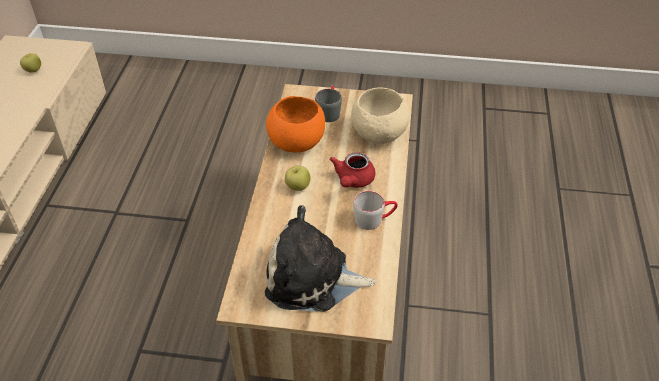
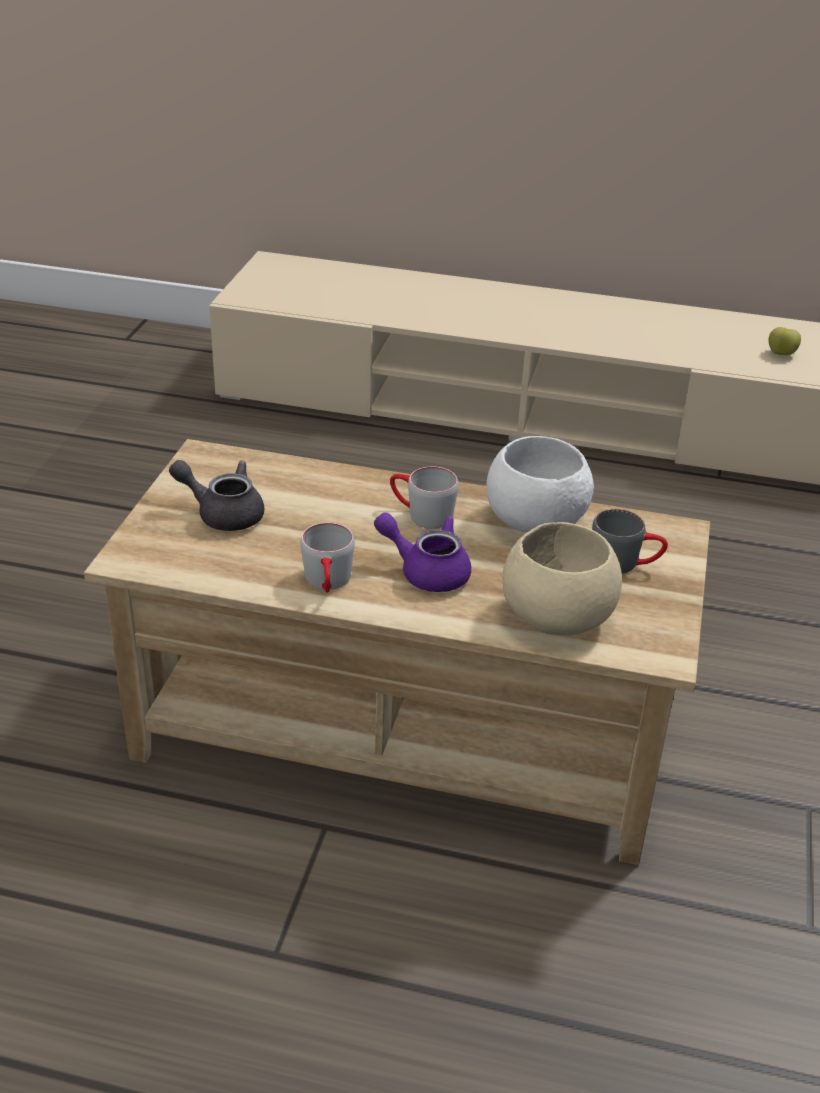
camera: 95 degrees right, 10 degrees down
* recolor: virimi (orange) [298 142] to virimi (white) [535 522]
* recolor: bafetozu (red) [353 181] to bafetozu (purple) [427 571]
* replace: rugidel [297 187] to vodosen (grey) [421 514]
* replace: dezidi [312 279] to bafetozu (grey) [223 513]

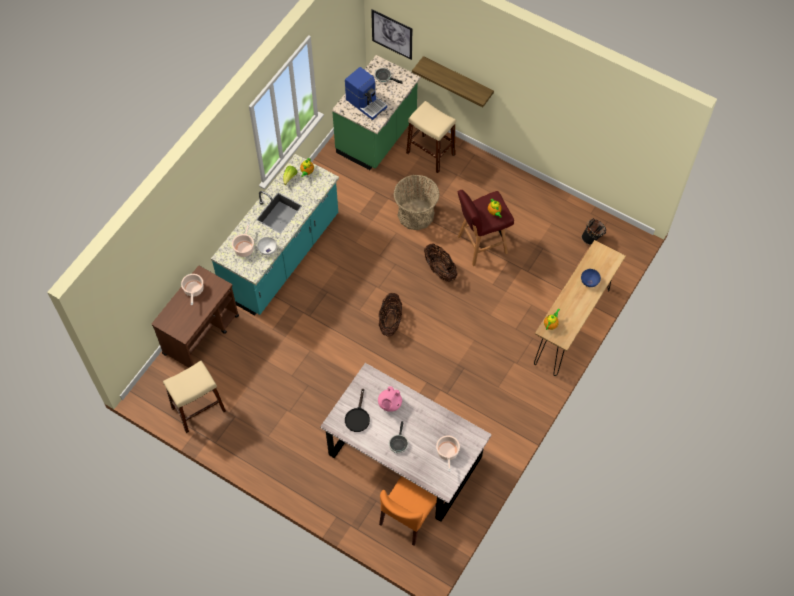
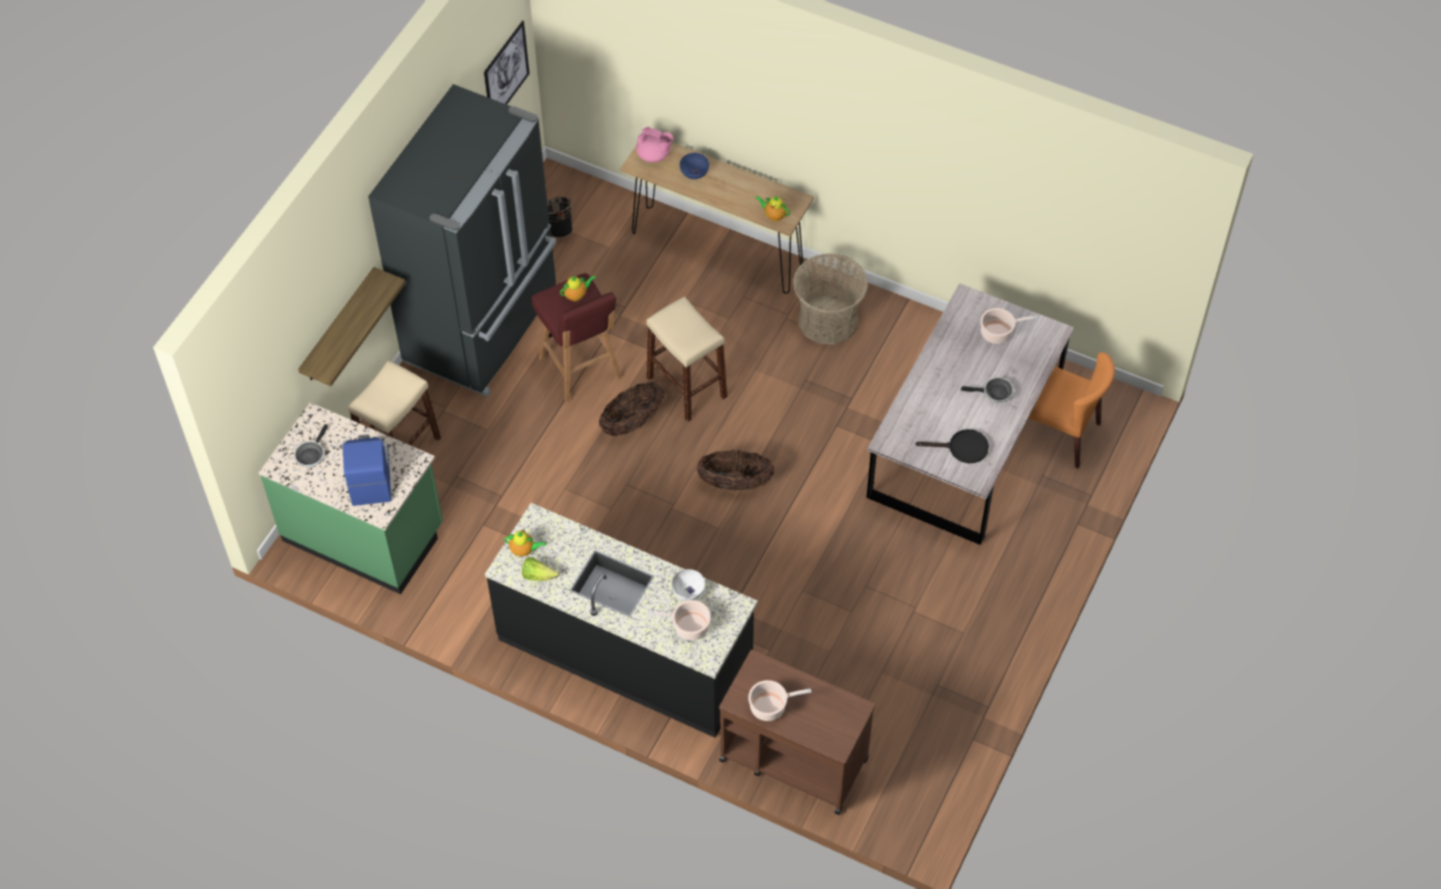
camera: 95 degrees left, 5 degrees down
* move: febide [392 34] to [506 72]
* rotate: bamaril [366 103] = [369 477] 45 degrees counterclockwise
* recolor: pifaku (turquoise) [282 257] to pifaku (black) [626 653]
* move: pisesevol [416 214] to [828 320]
* move: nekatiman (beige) [198 409] to [686 387]
* move: bafetozu (pink) [389 404] to [654 155]
* insert: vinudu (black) [484 327]

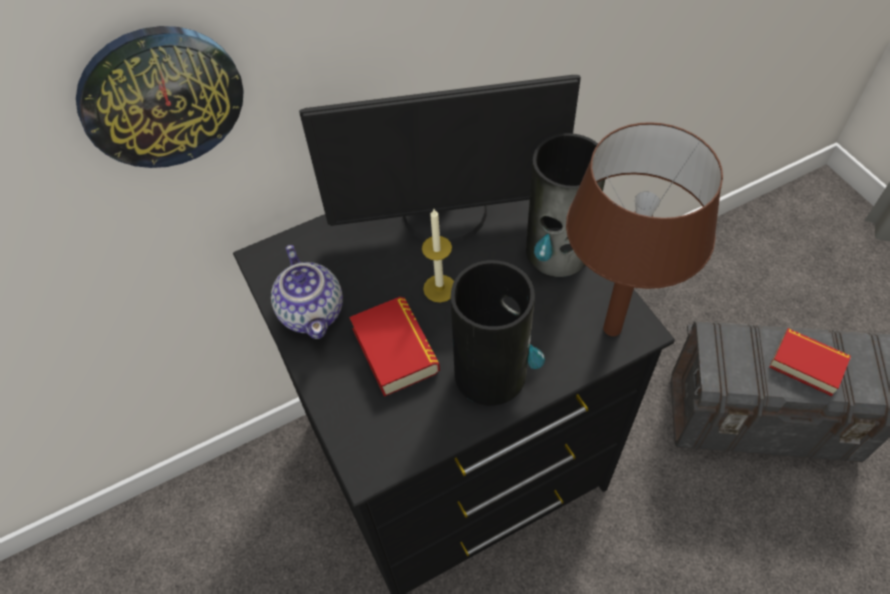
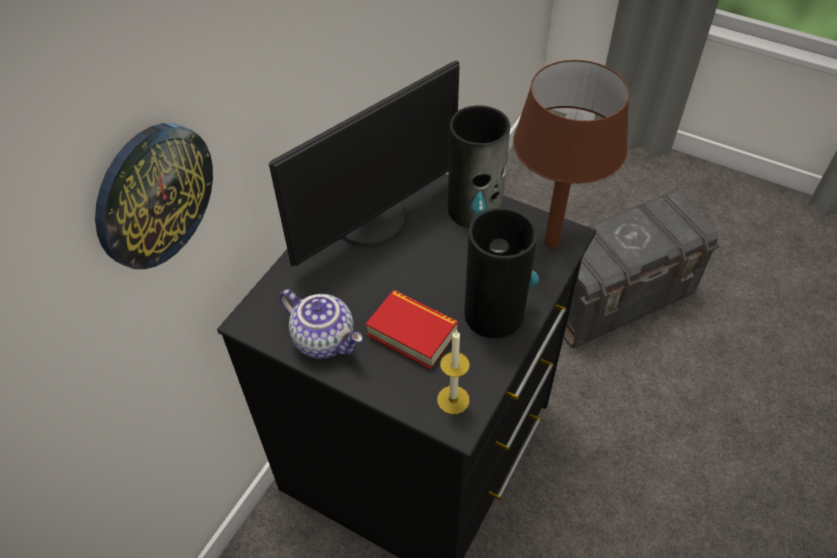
camera: 35 degrees left, 5 degrees down
* move: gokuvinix [439 288] to [453 400]
* delete: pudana [807 365]

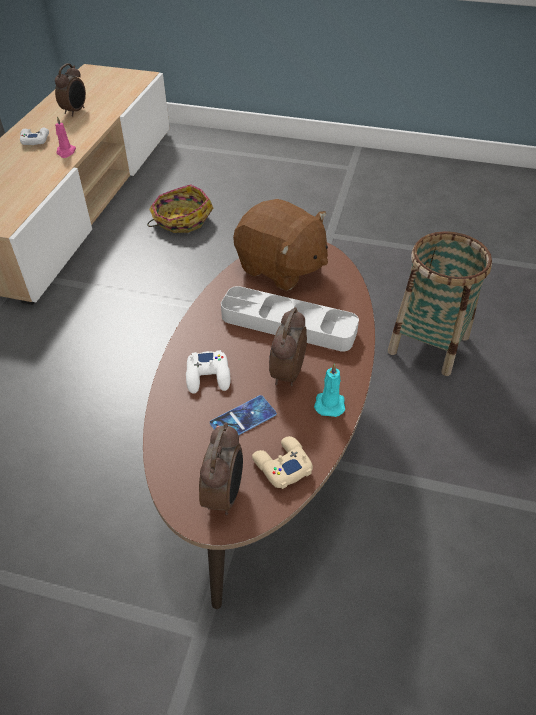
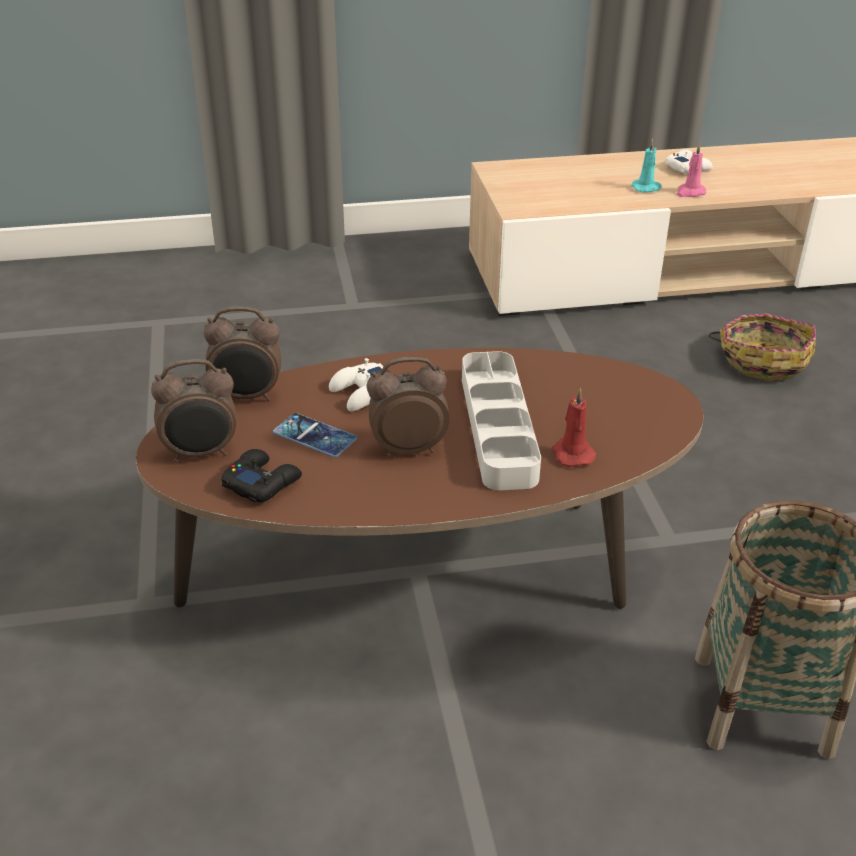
camera: 65 degrees right, 10 degrees down
* move: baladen [75 111] to [248 397]
* delete: dezidi (brown) [280 268]
* move: gokuvinix (turquoise) [329 403] to [647 188]
* recolor: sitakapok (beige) [281 465] to sitakapok (black) [262 482]
* insert: gokuvinix (red) [571 453]

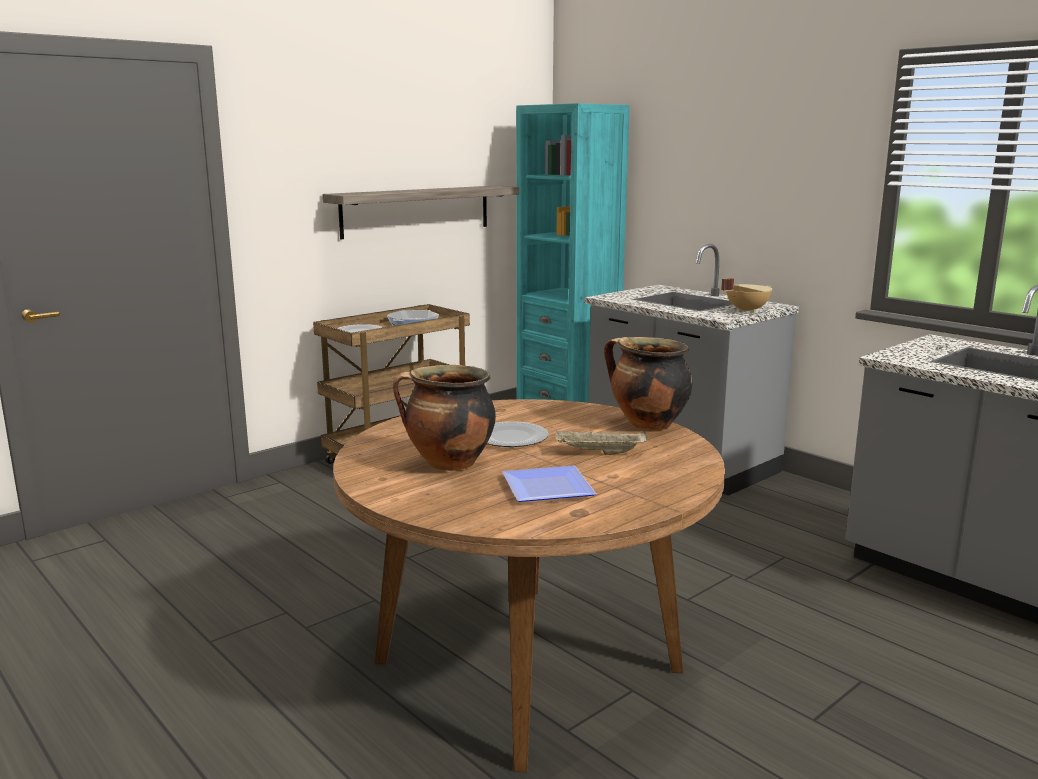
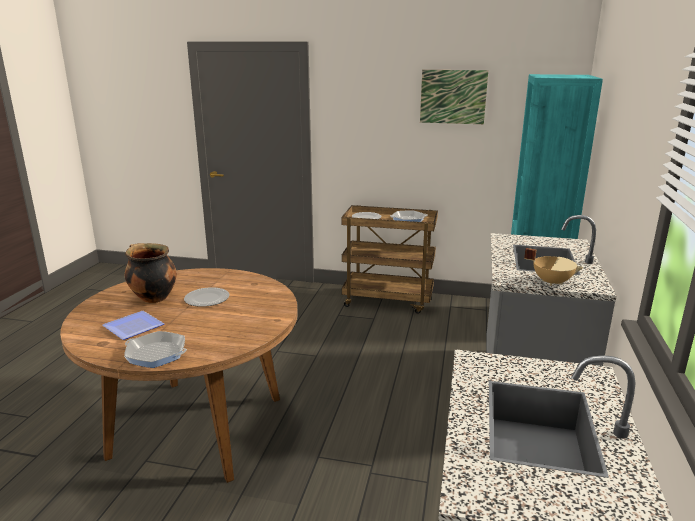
camera: 55 degrees right, 5 degrees up
* delete: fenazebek [417 211]
* delete: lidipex [647 424]
* delete: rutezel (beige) [599 453]
* insert: febide [453 97]
* insert: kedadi [156 354]

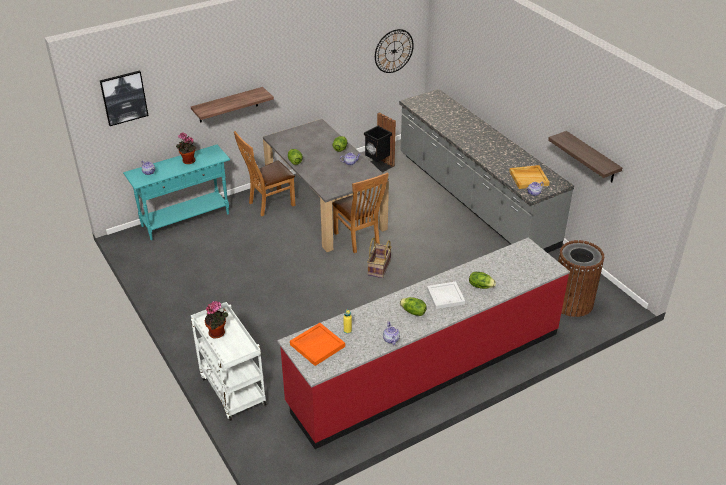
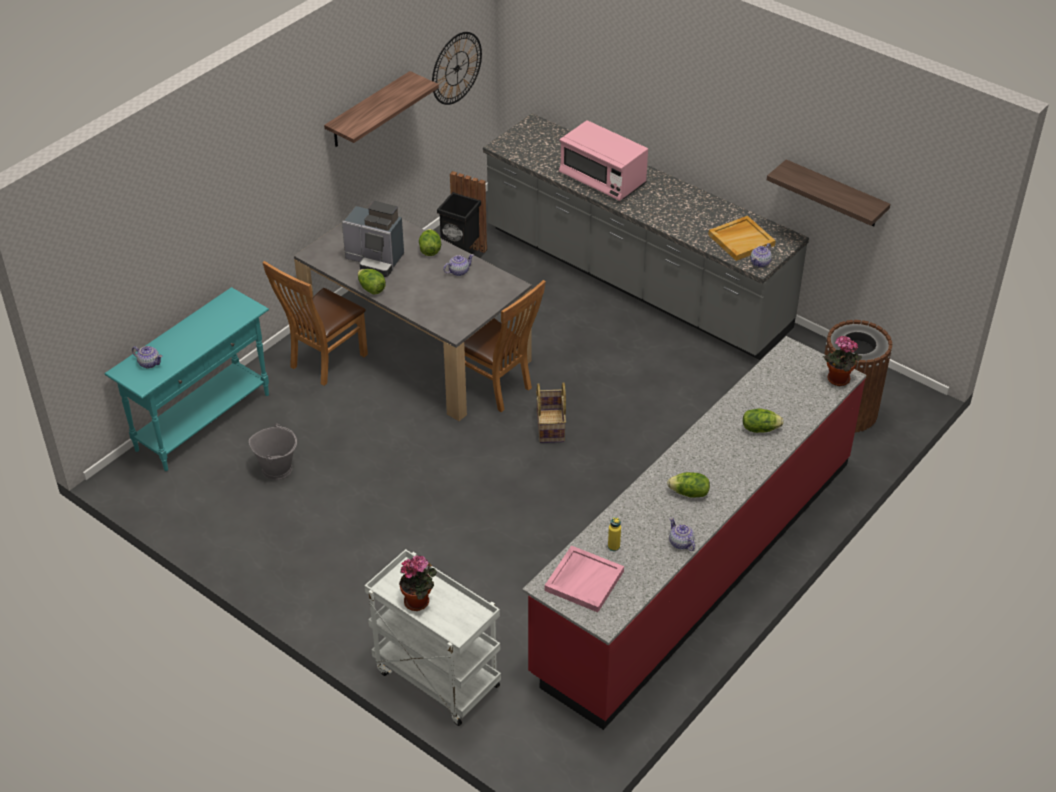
camera: 20 degrees left, 5 degrees up
* delete: febide [124 97]
* move: fenazebek [228 105] to [369 110]
* move: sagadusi [187 161] to [837 380]
* delete: rutezel (white) [446 297]
* recolor: rutezel (orange) [317 345] to rutezel (pink) [584 580]
* insert: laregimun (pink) [602 180]
* insert: bamaril [375 260]
* insert: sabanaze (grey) [277 468]

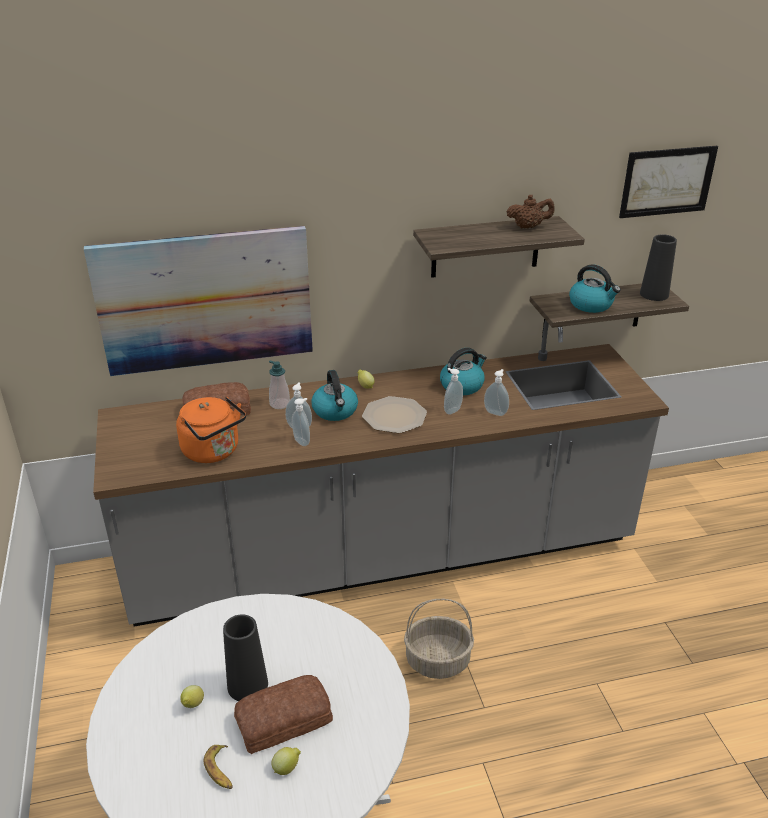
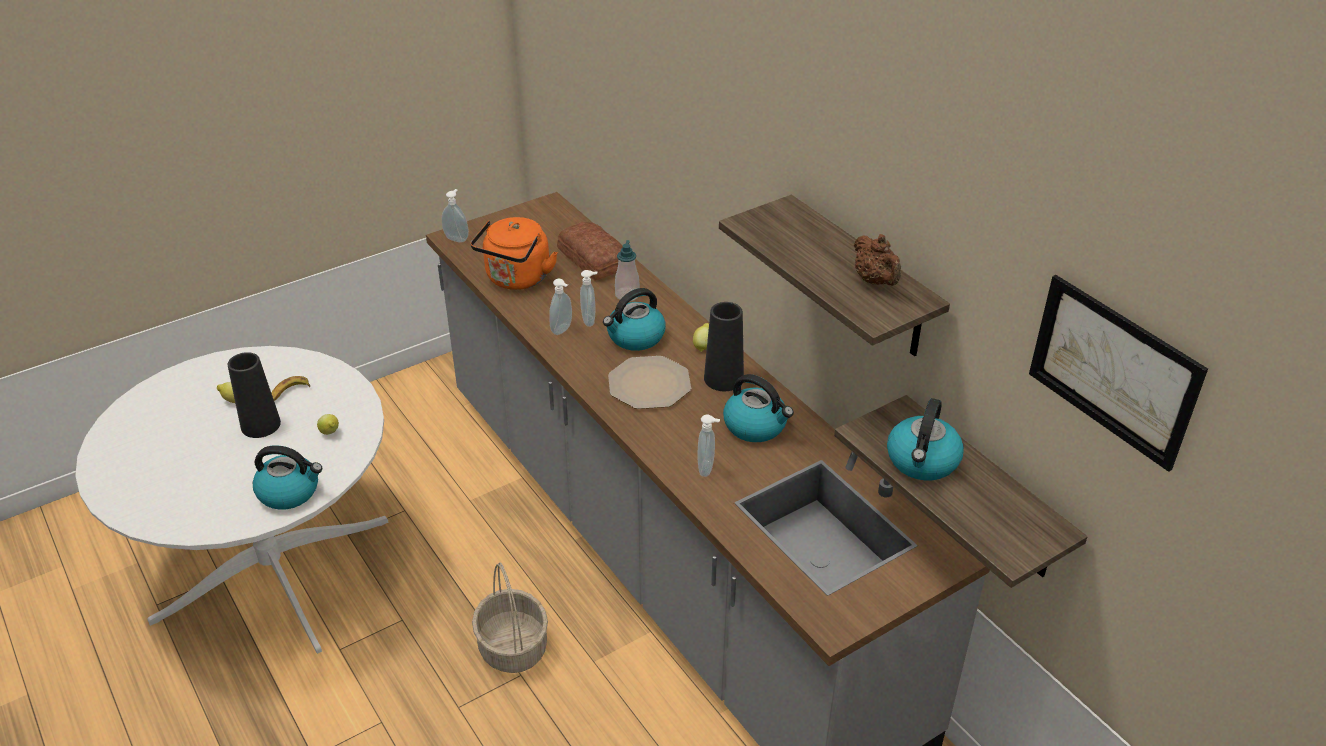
camera: 70 degrees right, 5 degrees up
* delete: febide [205 300]
* move: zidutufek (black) [654 294] to [723 378]
* move: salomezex [451 410] to [457 238]
* delete: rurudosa [285 721]
* move: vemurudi [221 770] to [289 392]
* move: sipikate [287 768] to [330 433]
* insert: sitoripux [290 492]

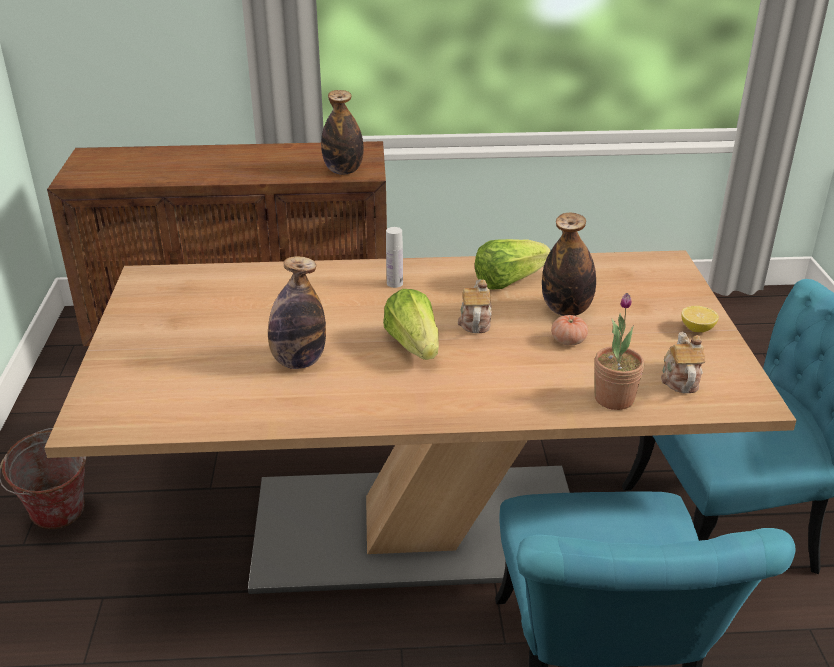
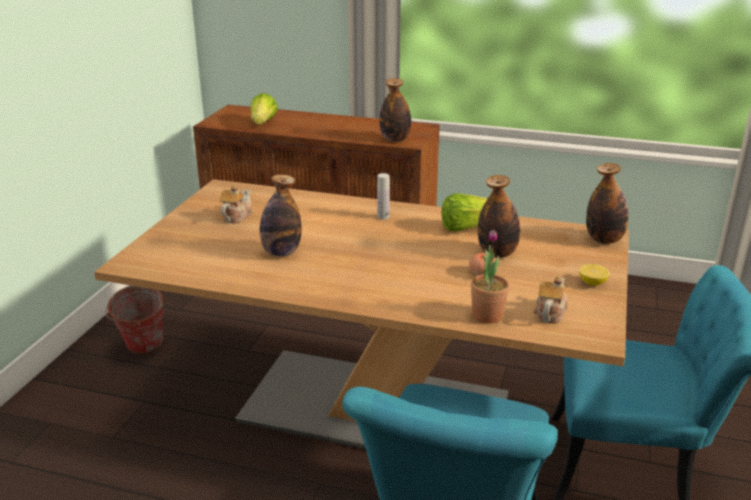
camera: 20 degrees right, 5 degrees down
* move: bafetozu [475 322] to [236 216]
* move: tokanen [414 345] to [263 123]
* insert: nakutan [604 240]

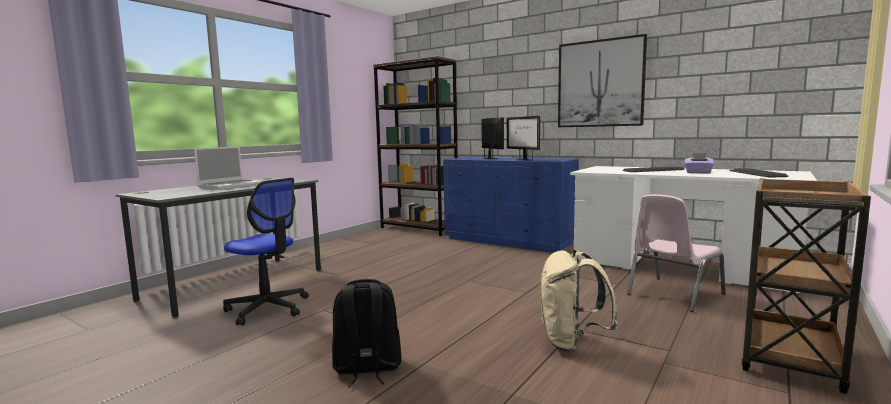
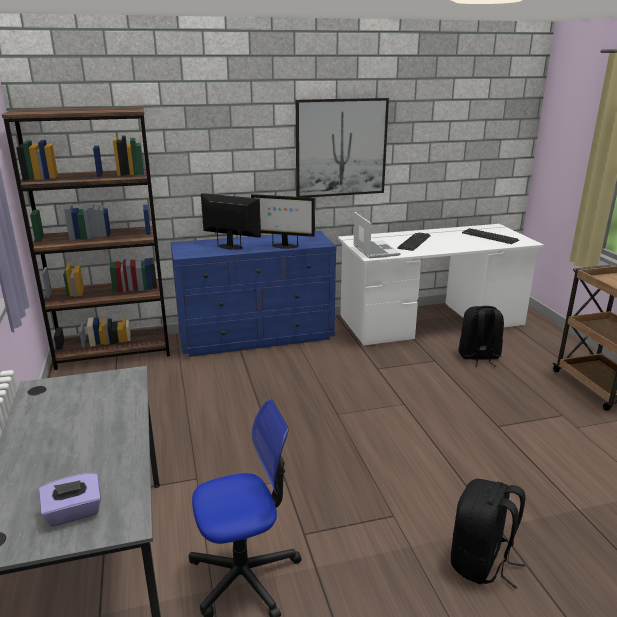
camera: 50 degrees left, 15 degrees up
* move: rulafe [231 186] to [374 250]
* move: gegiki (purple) [698 173] to [74 513]
* replace: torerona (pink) [673 294] to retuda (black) [478 357]
* delete: retuda (beige) [572 342]

